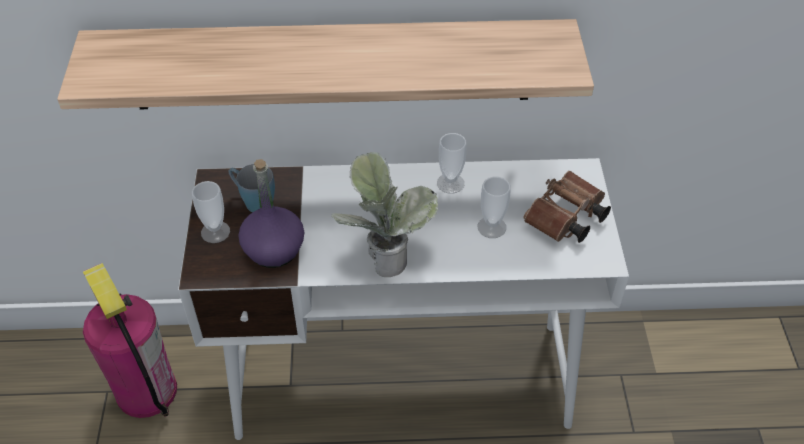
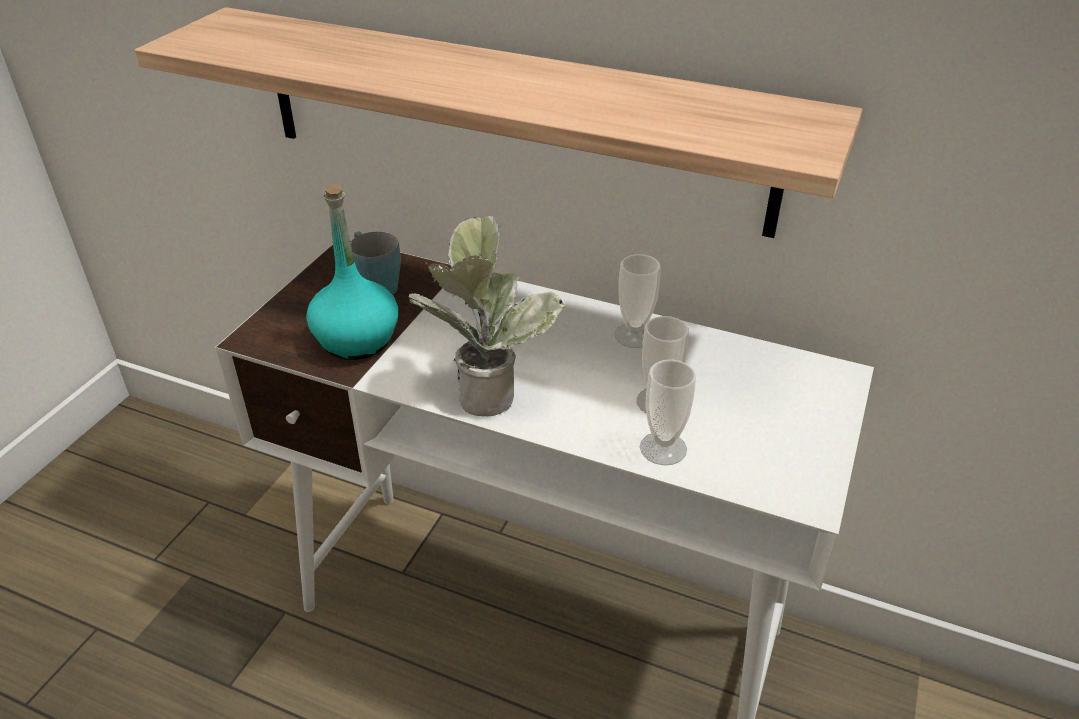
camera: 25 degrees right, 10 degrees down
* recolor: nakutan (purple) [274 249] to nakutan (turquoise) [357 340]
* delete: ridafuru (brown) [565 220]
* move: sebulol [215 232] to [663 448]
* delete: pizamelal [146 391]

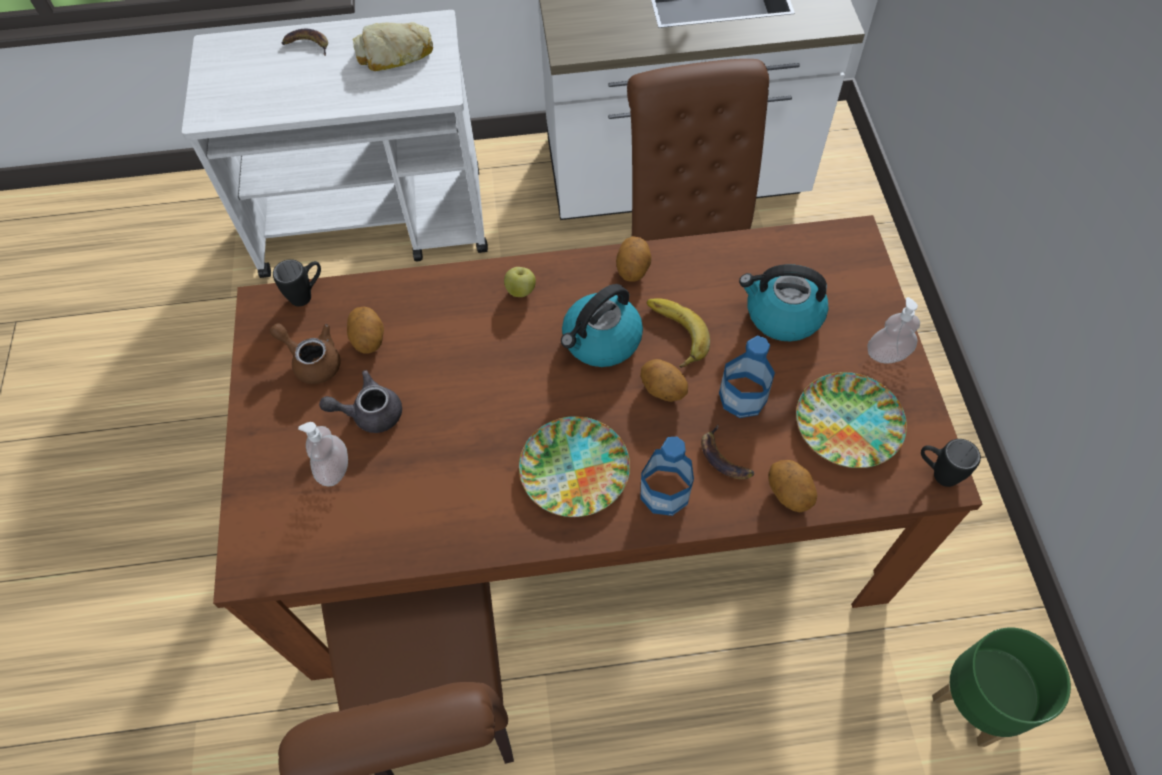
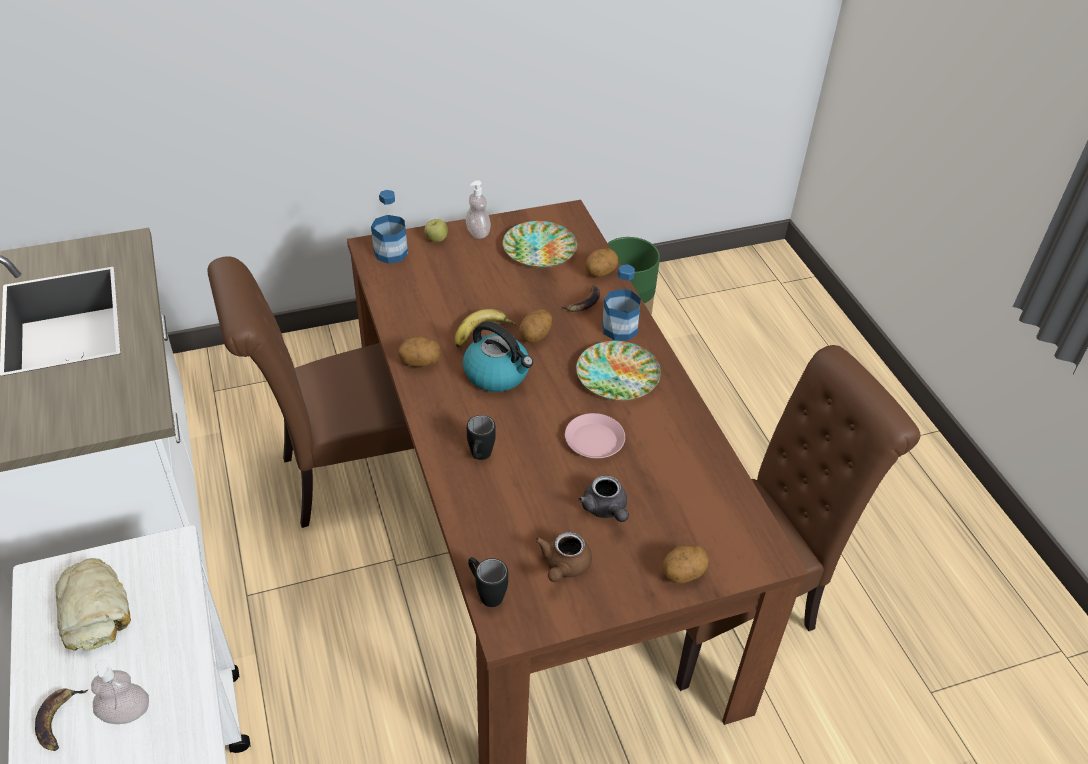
camera: 105 degrees left, 15 degrees down
* delete: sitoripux [782 315]
* move: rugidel [521 291] to [436 239]
* move: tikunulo [369 339] to [682 574]
* move: nakutan [742 397] to [391 253]
* move: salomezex [334 468] to [125 713]
* move: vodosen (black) [937 473] to [479 457]
* insert: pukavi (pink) [594 440]

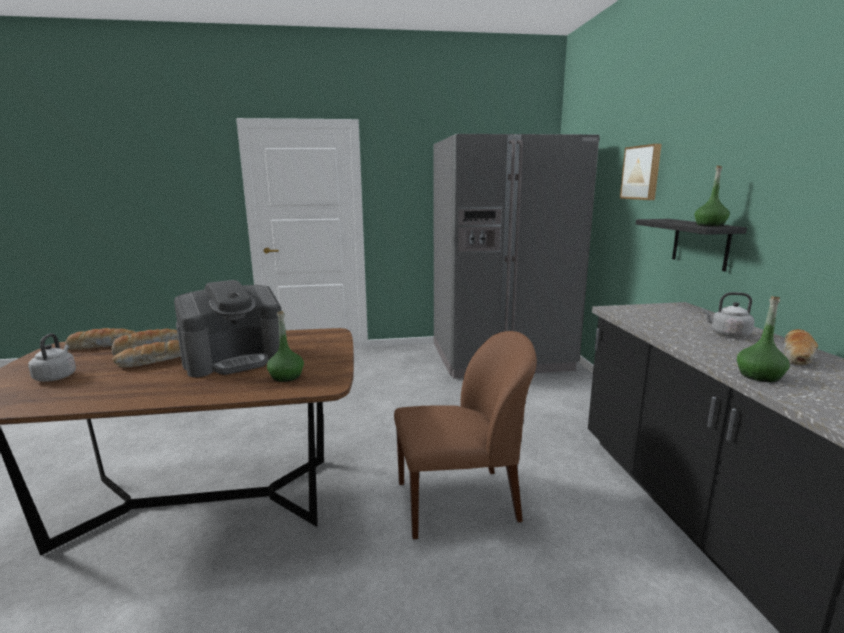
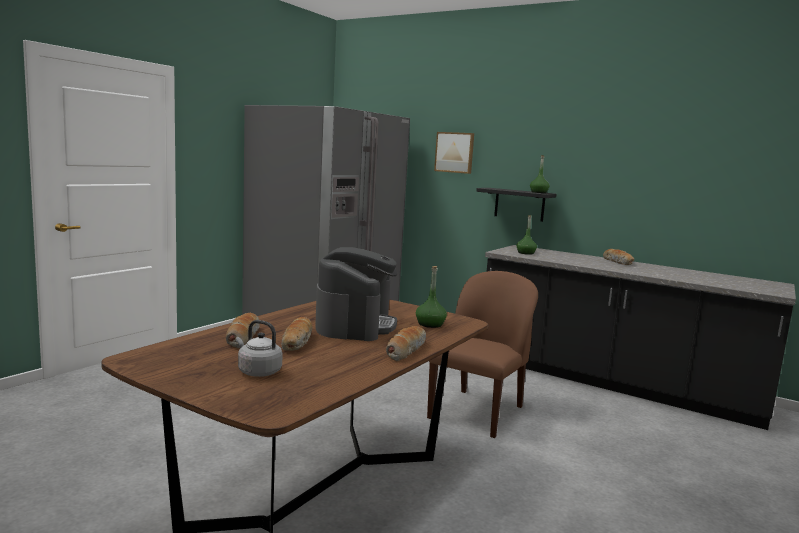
camera: 50 degrees left, 5 degrees down
* delete: sitoripux (grey) [727 334]
* move: nakutan (green) [759 376] to [525 253]
* move: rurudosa [103 345] to [405 350]

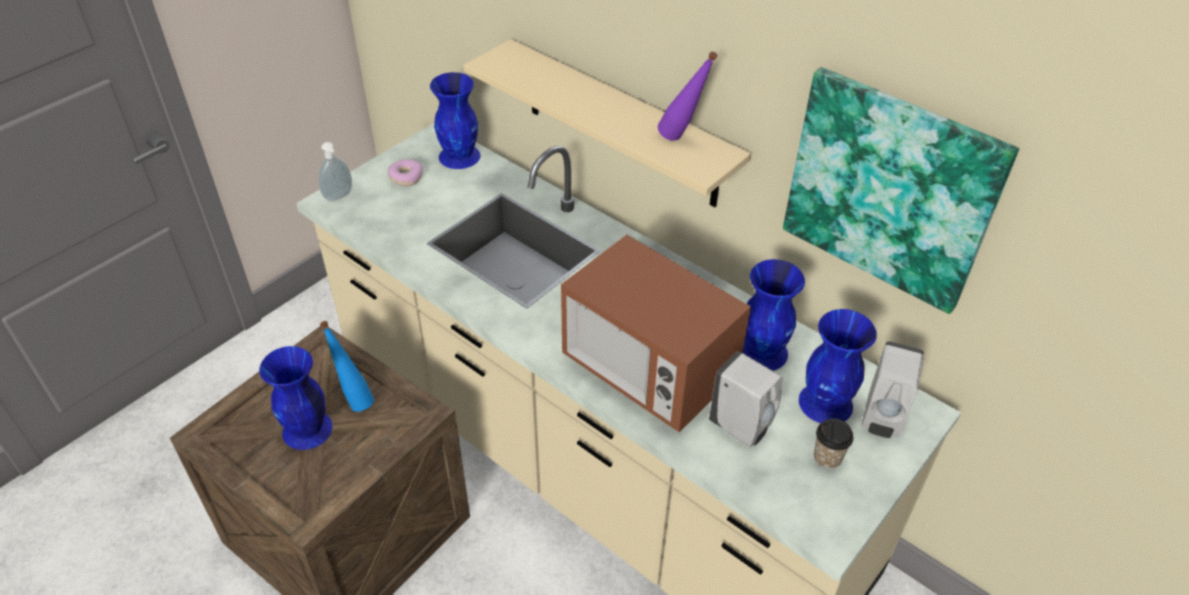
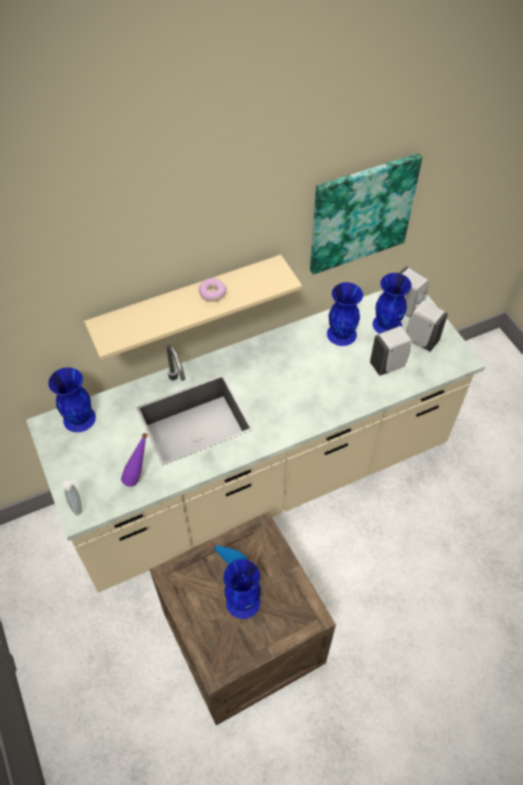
camera: 65 degrees left, 10 degrees up
* move: nakutan (purple) [682 140] to [139 477]
* move: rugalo [406 177] to [212 293]
* delete: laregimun [648 370]
* replace: sebulol [827 458] to salomezex (white) [420 340]

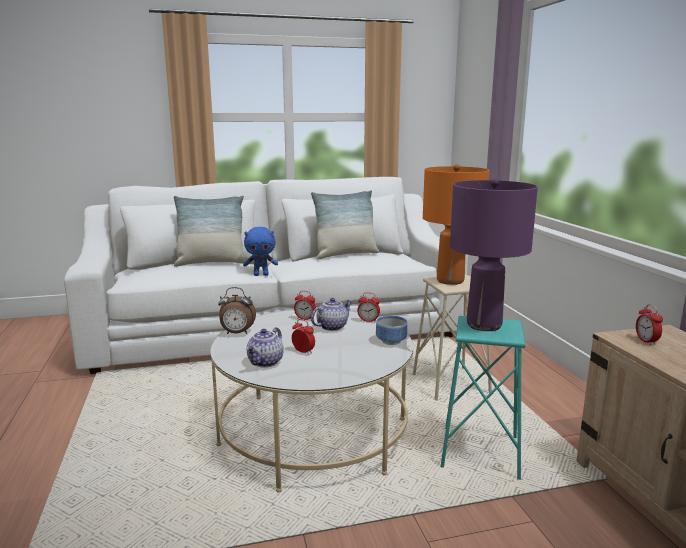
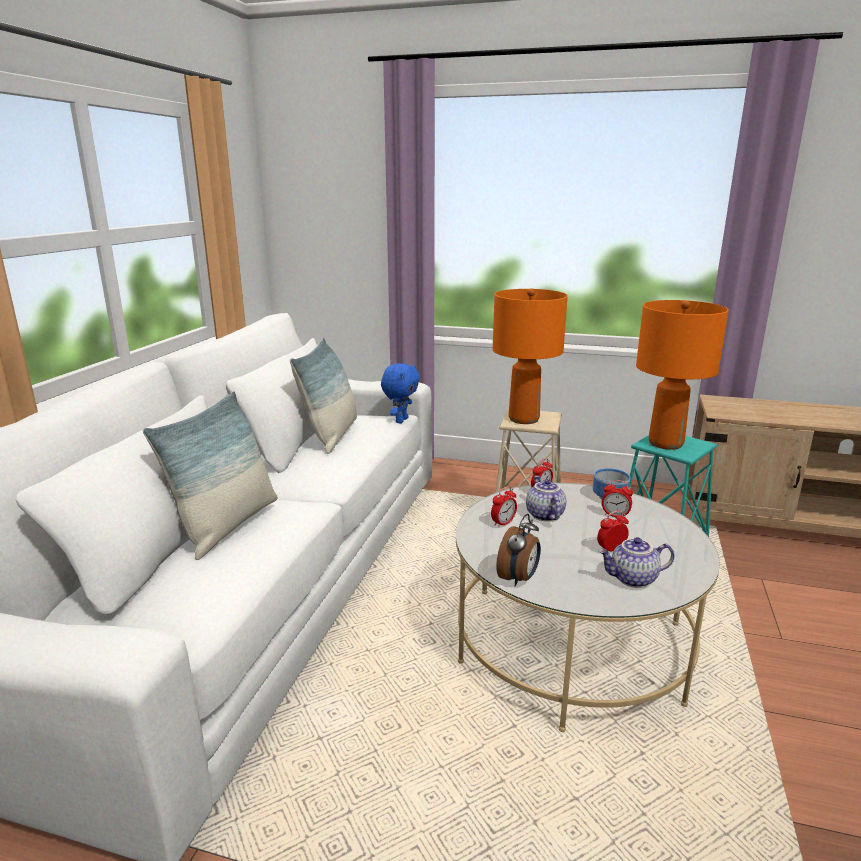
camera: 60 degrees left, 5 degrees up
* recolor: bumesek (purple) [483 325] to bumesek (orange) [665 443]
* move: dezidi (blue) [261 275] to [401 420]
* move: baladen [646 341] to [615 515]
* rotate: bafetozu [266 362] = [633 579] 120 degrees clockwise

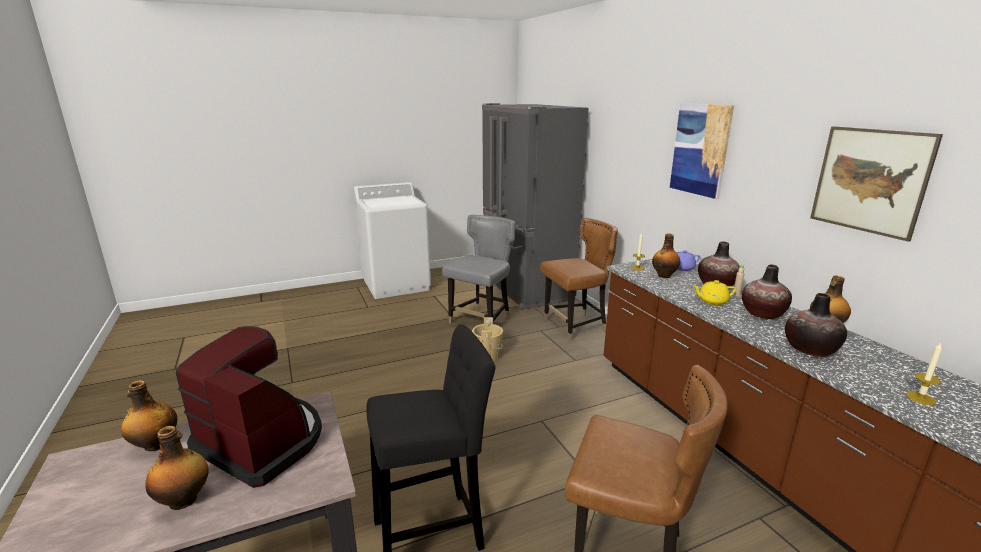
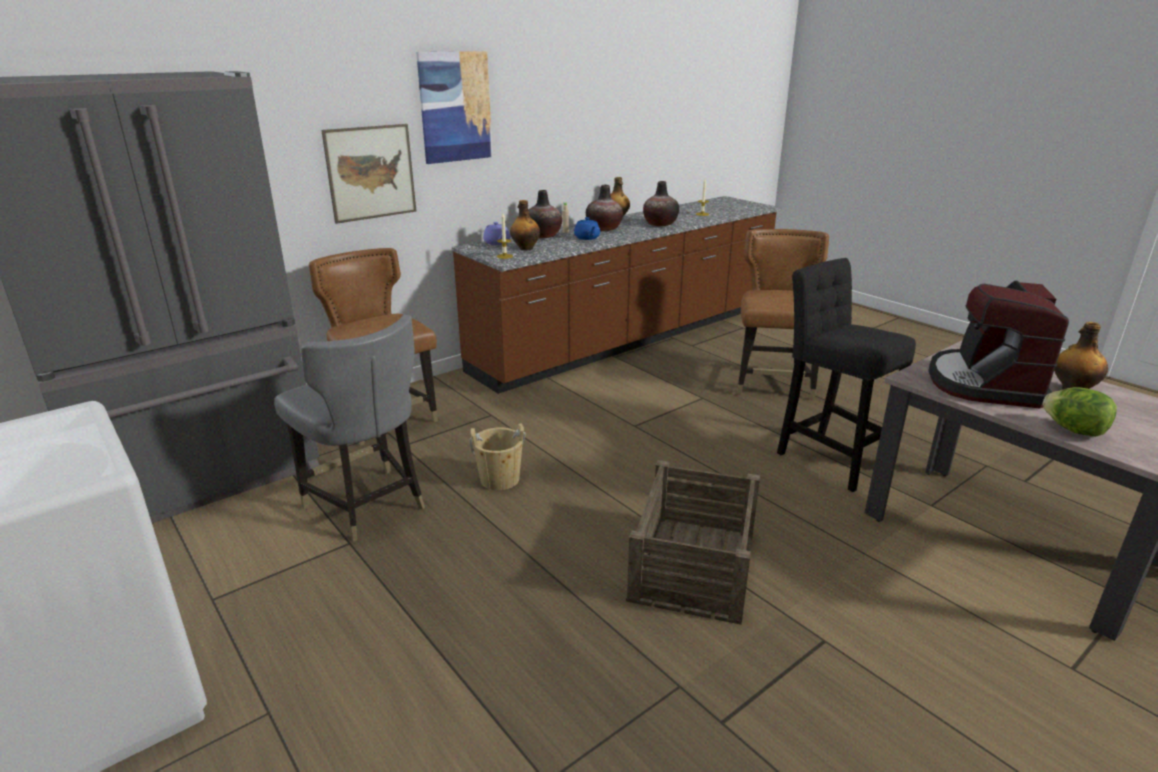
camera: 105 degrees left, 5 degrees up
* move: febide [869 181] to [371 173]
* rotate: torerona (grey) [481 321] = [366 505] 150 degrees counterclockwise
* recolor: bafetozu (yellow) [712 301] to bafetozu (blue) [587 238]
* replace: nakutan [155 445] to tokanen [1074 430]
* insert: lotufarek [694 565]

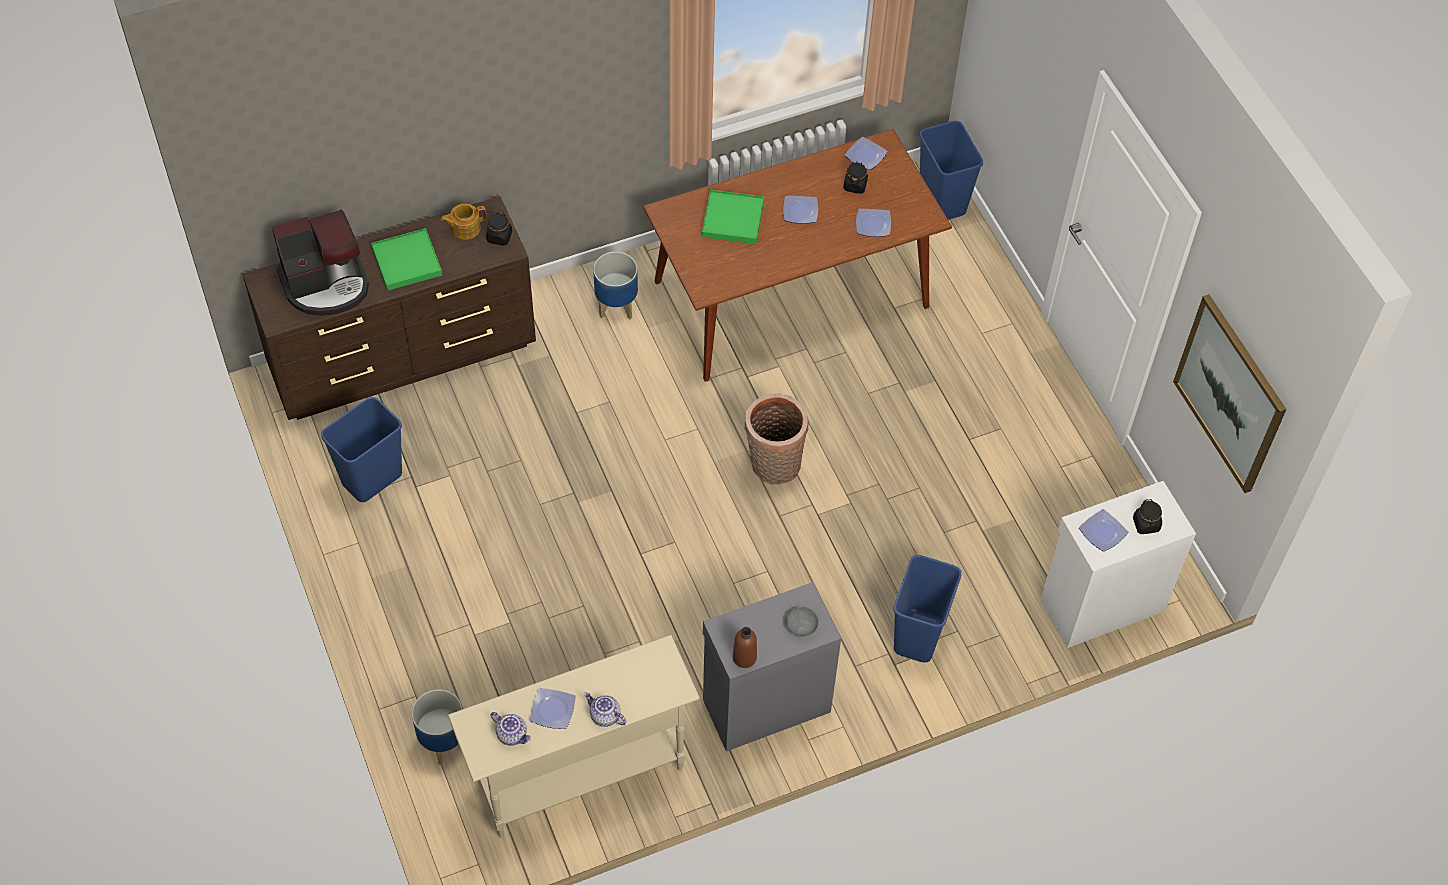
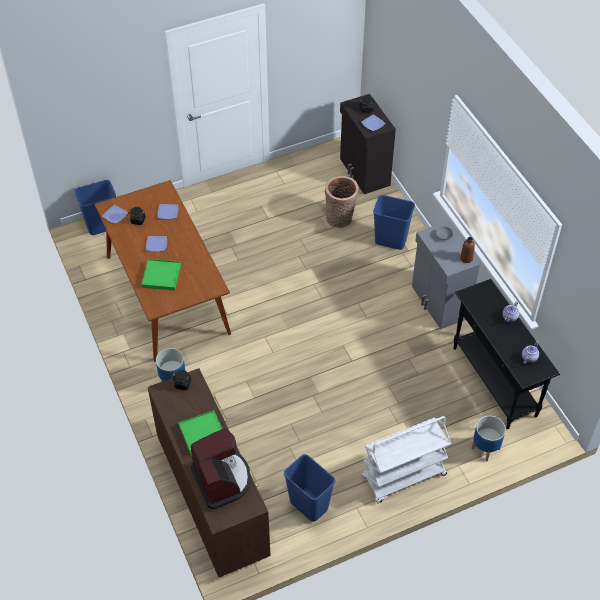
camera: 90 degrees left, 5 degrees down
* delete: bafetozu [465 228]
* delete: febide [1230 393]
* move: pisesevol [773 467] to [340 219]
* recolor: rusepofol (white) [1100 604] to rusepofol (black) [364 172]
* recolor: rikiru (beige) [579 775] to rikiru (black) [494 382]
* delete: pukavi [552 709]
* insert: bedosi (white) [403 477]

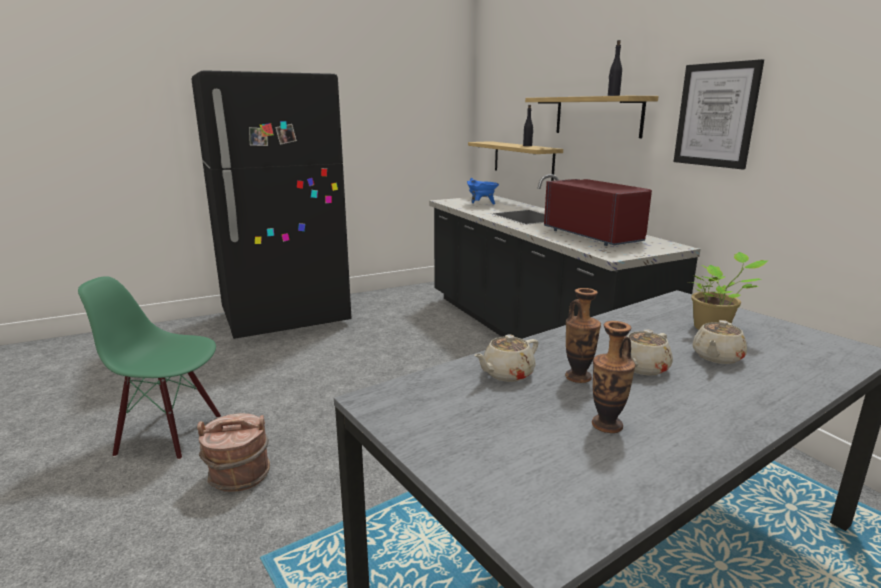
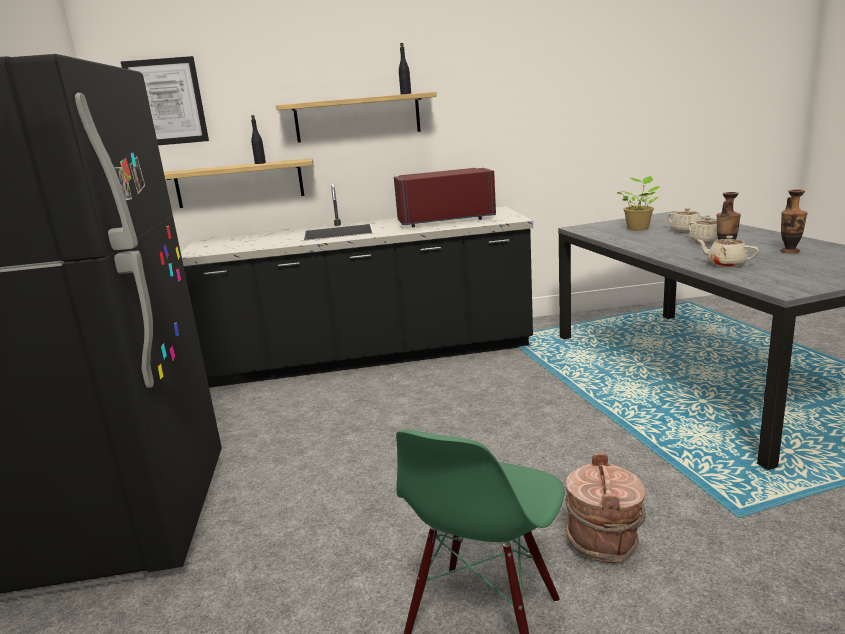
camera: 70 degrees left, 0 degrees up
* move: febide [716 115] to [166 102]
* delete: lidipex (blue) [481 204]
* rotate: bafetozu (beige) [506 374] = [726 264] 150 degrees clockwise

